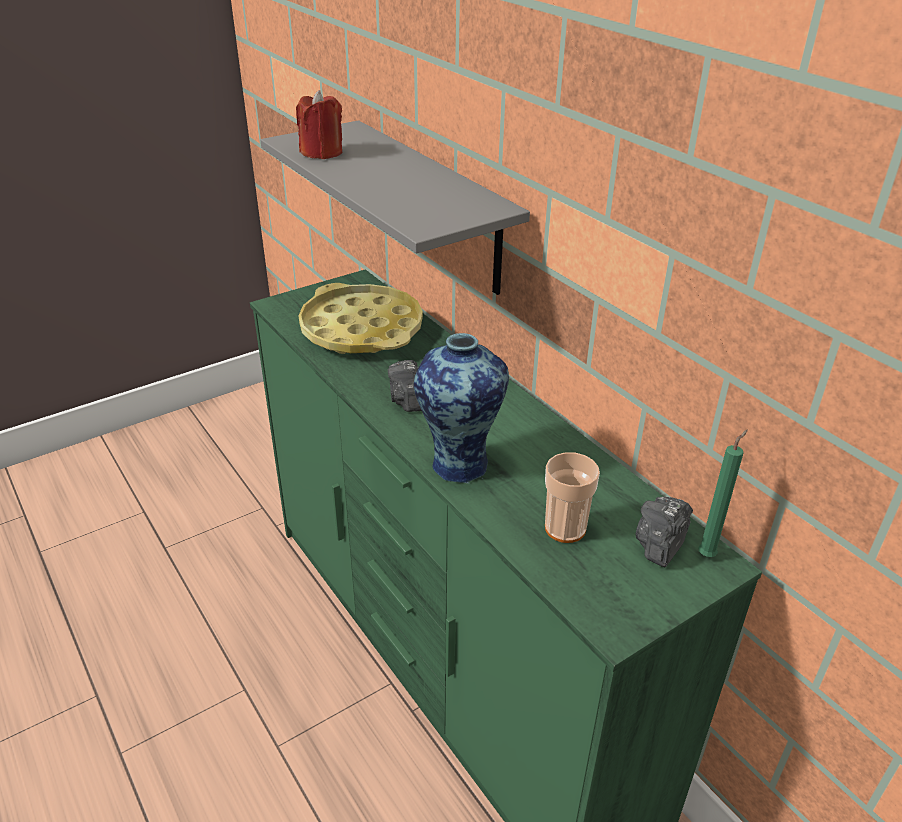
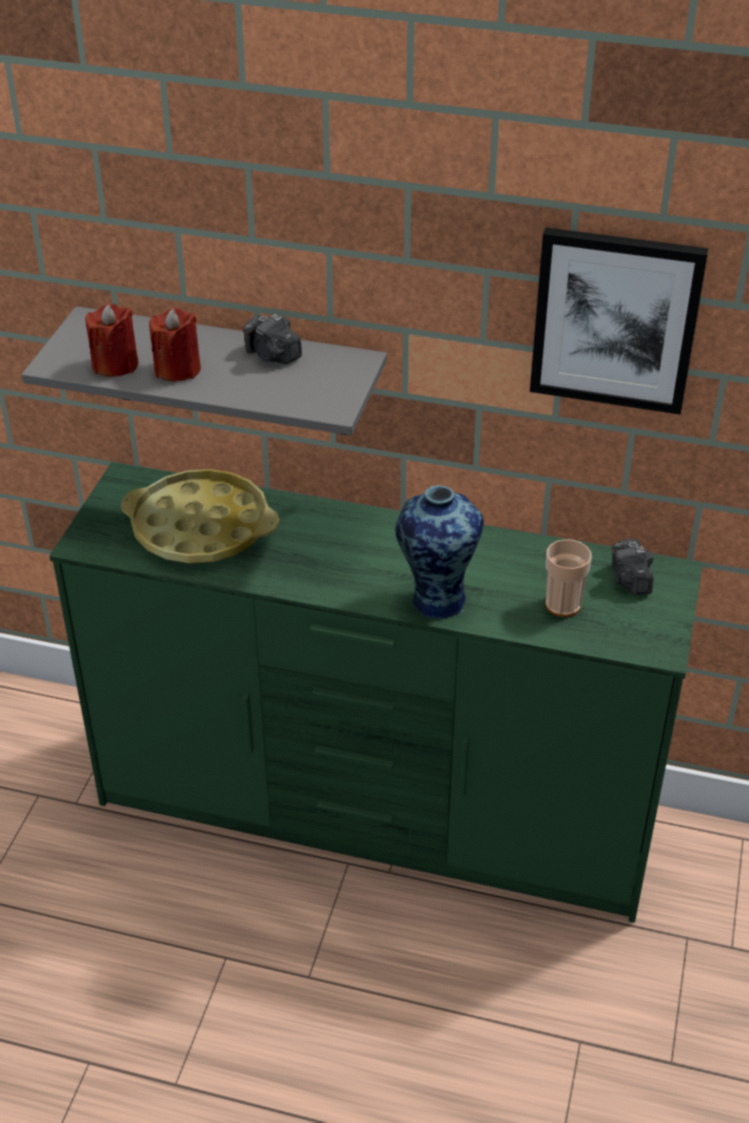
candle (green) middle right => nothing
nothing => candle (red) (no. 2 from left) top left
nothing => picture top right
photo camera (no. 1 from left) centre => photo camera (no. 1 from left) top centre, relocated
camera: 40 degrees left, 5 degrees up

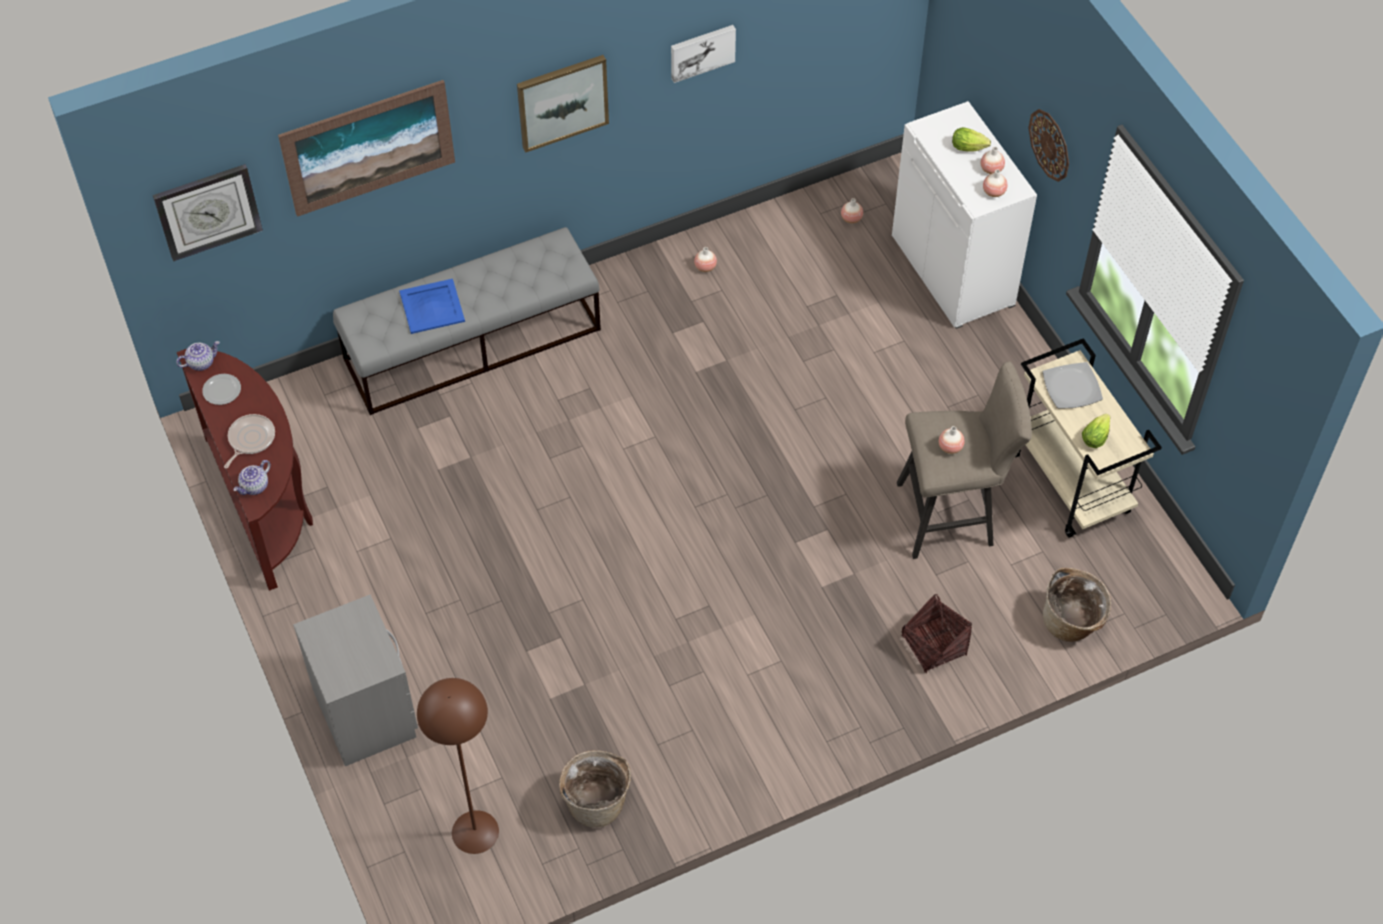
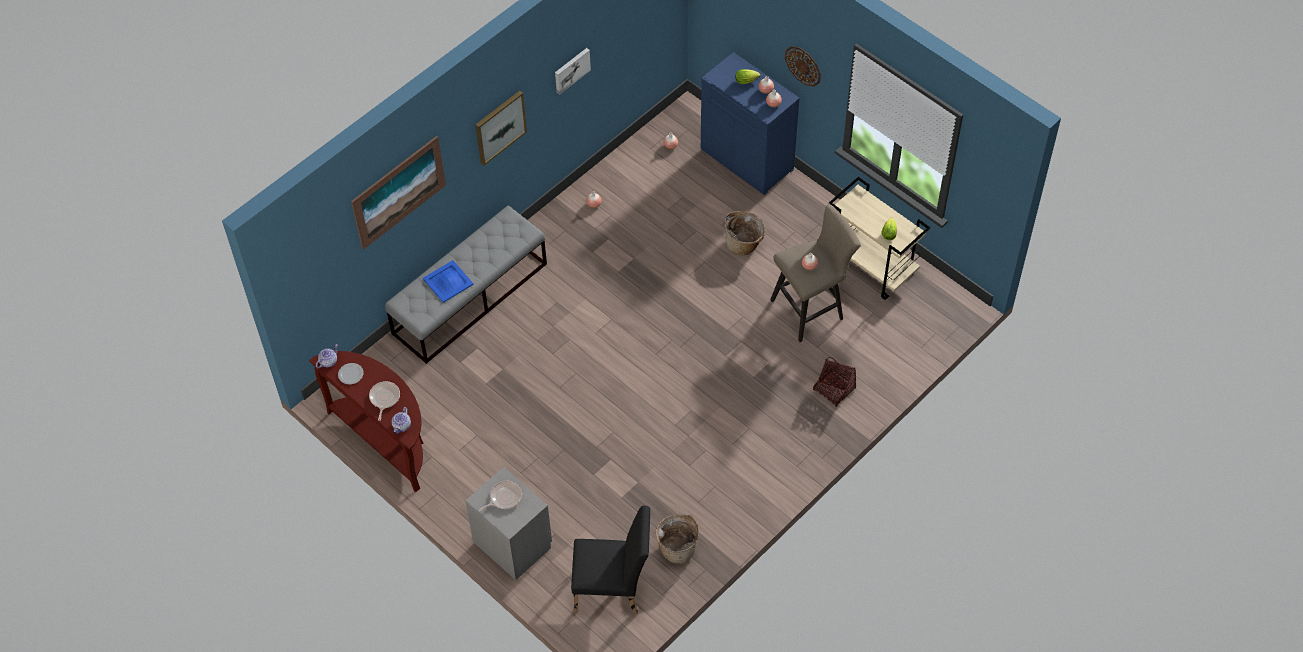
wall clock (no. 1 from left) top left => nothing
plate (no. 2 from left) middle right => nothing
nothing => frying pan (no. 2 from left) bottom centre
basket (no. 3 from left in the first image) middle right => basket (no. 2 from left) centre, relocated
floor lamp (brown) bottom left => chair (black) bottom centre
cabinet (white) top right => cabinet (blue) top centre
camera: 20 degrees left, 0 degrees up

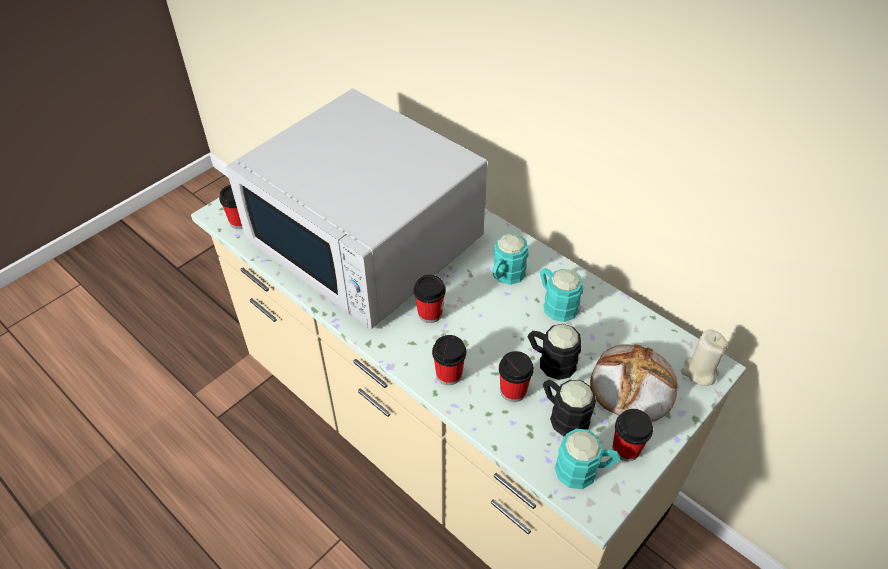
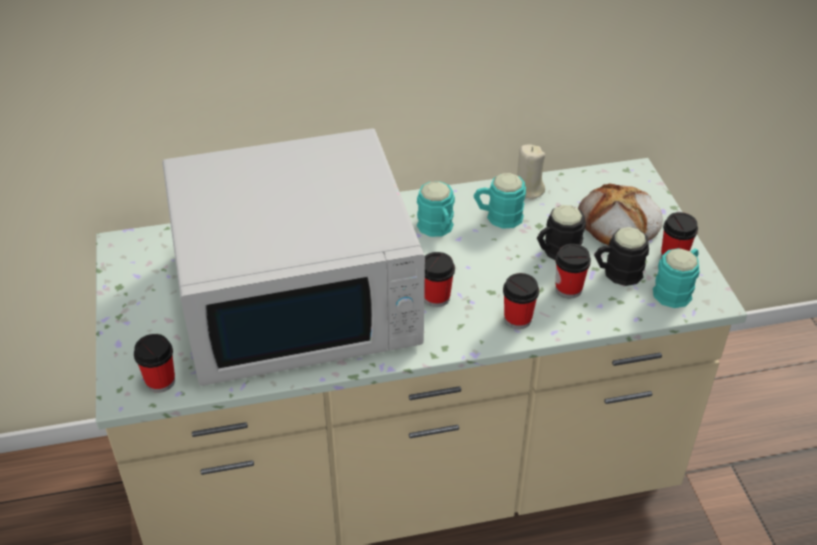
candle (beige) middle right => candle (beige) top centre, relocated
camera: 55 degrees left, 5 degrees down

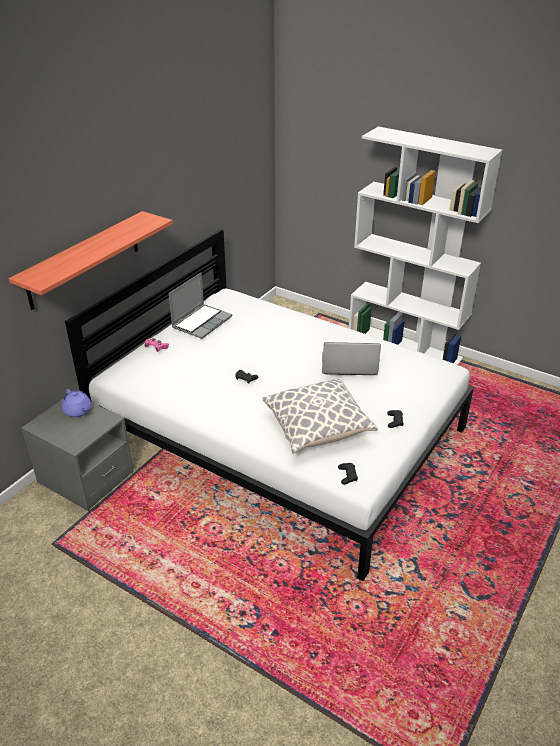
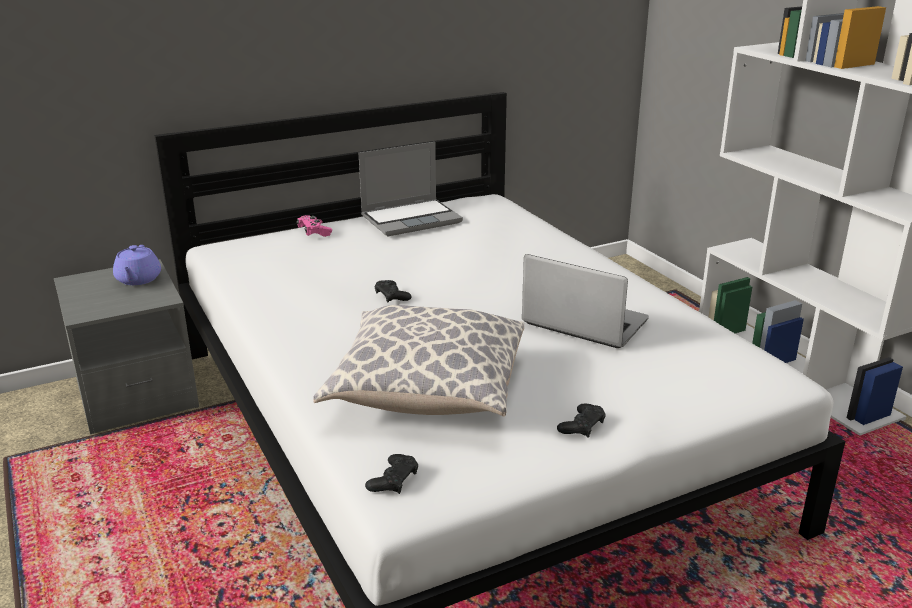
shelf middle left => nothing
camera: 30 degrees right, 10 degrees down

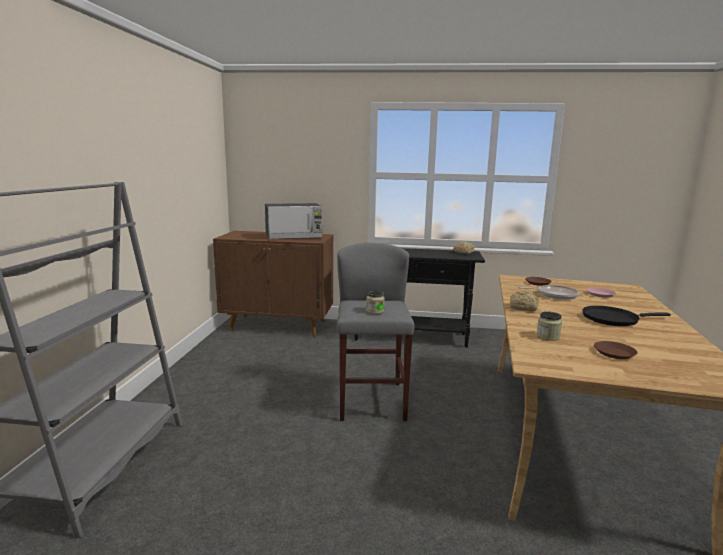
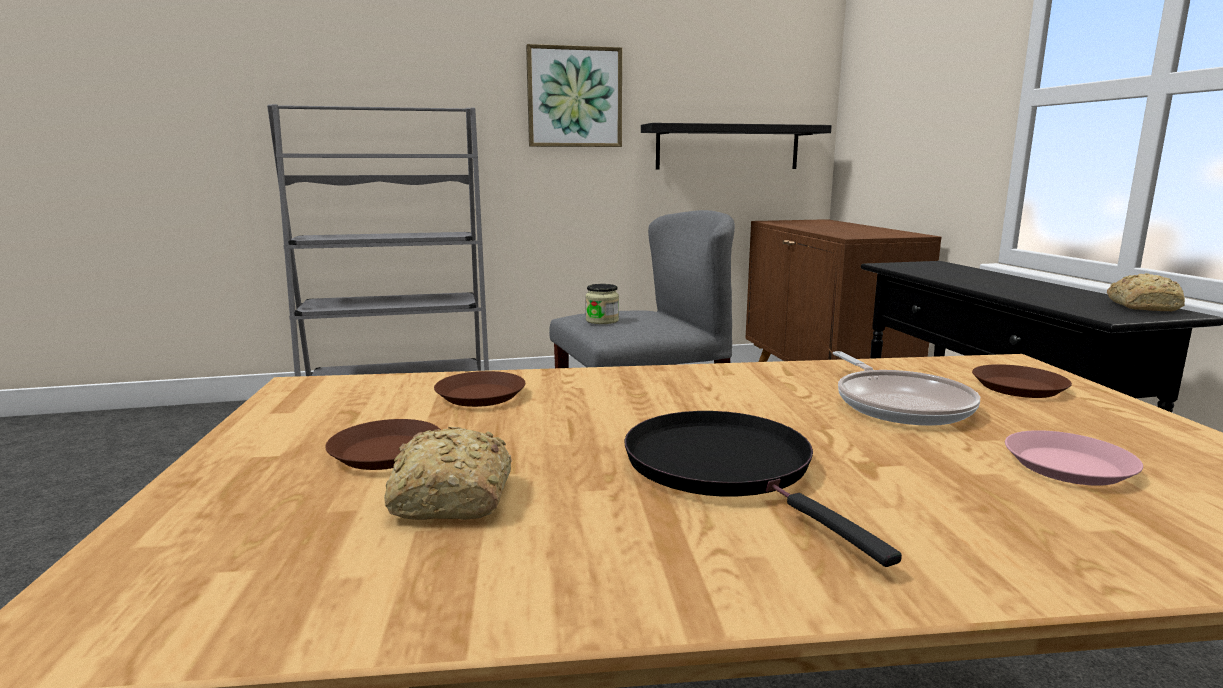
microwave centre => nothing
nothing => picture top centre
nothing => shelf (black) top centre
bread (no. 2 from left in the first image) middle right => bread (no. 1 from left) bottom centre, relocated
jar (no. 2 from left) middle right => plate (brown) (no. 2 from left) centre
camera: 70 degrees right, 0 degrees up

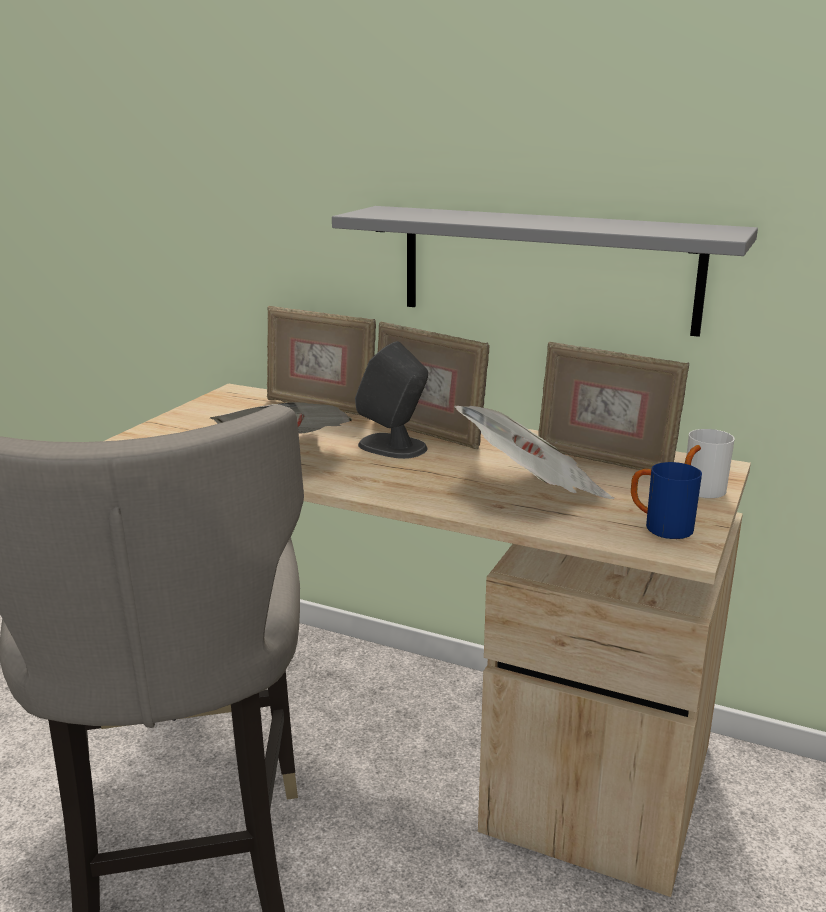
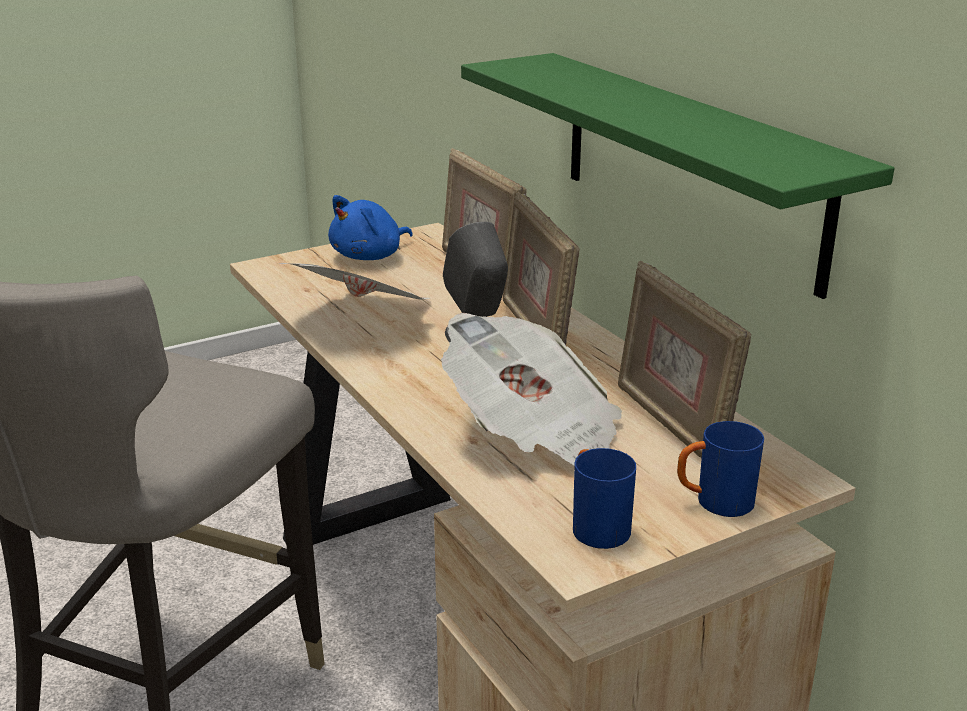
nothing => plush toy (blue) top centre
shelf (grey) top centre => shelf (green) top right
mug (white) middle right => mug (blue) (no. 2 from left) middle right
camera: 35 degrees right, 5 degrees up

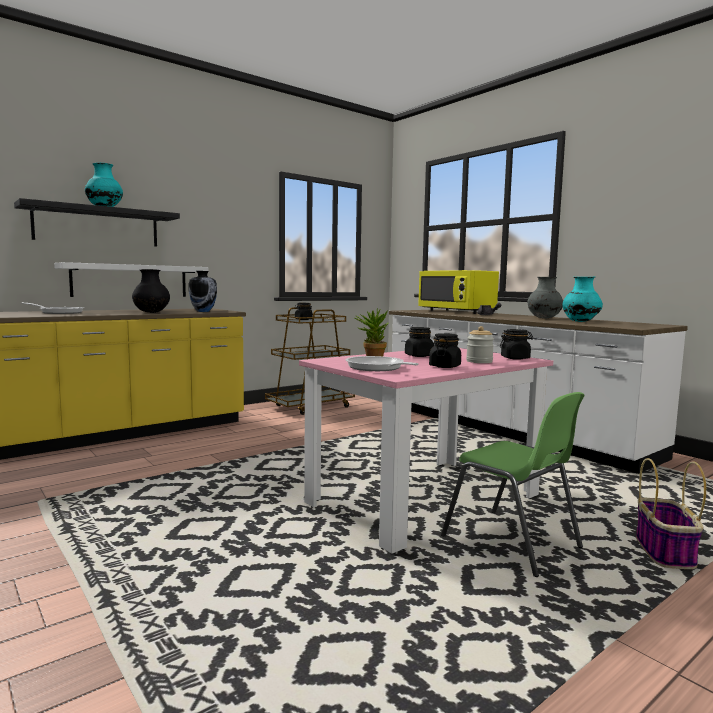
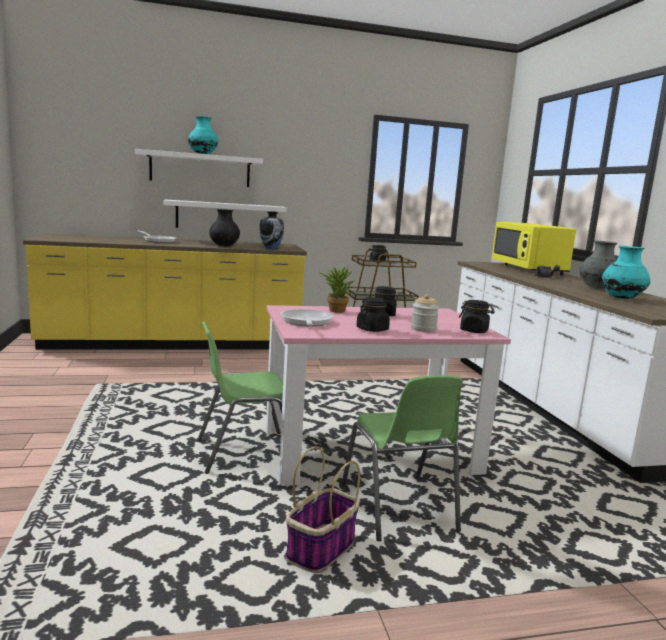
nothing => chair (green) (no. 1 from left) centre
basket bottom right => basket bottom centre, relocated
shelf (black) top left => shelf (white) (no. 1 from left) top left
camera: 25 degrees right, 5 degrees up

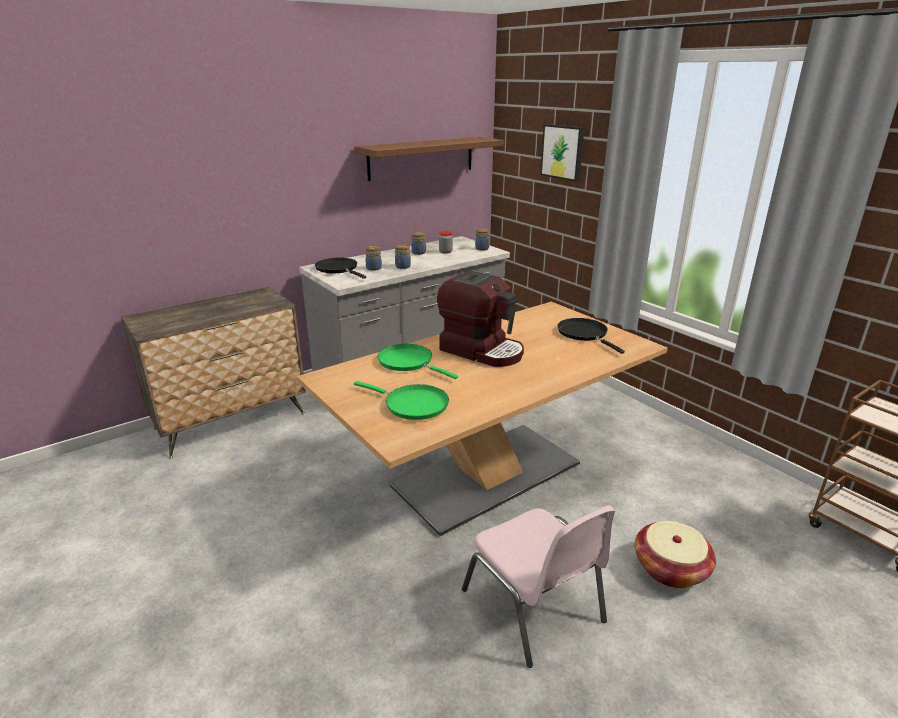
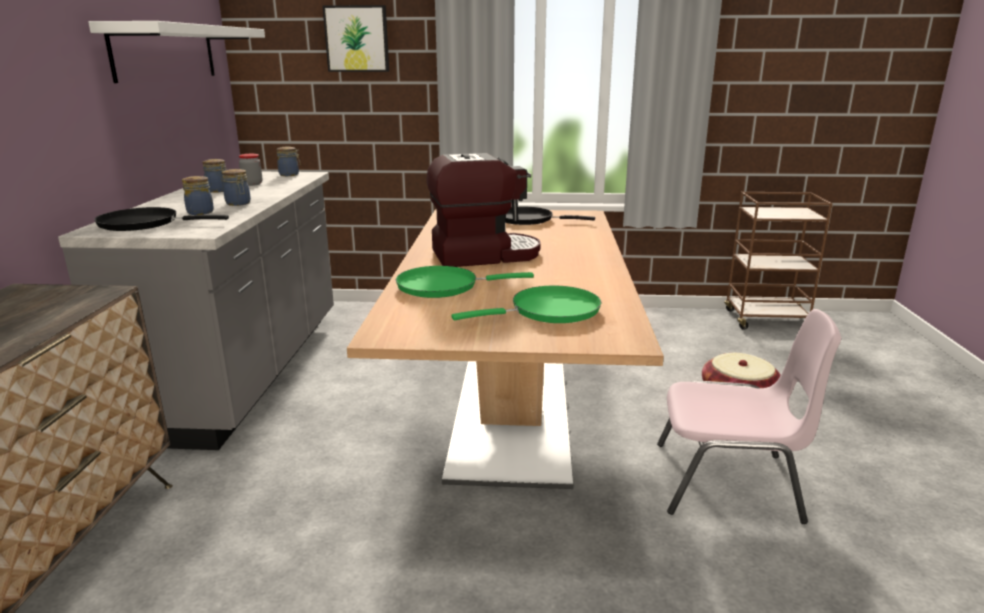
shelf (brown) top centre => shelf (white) top left
camera: 50 degrees left, 5 degrees down

